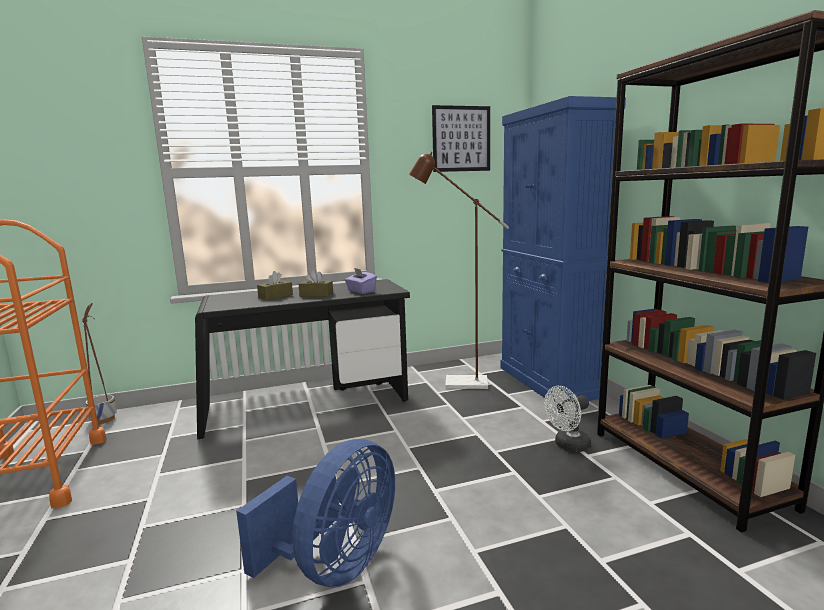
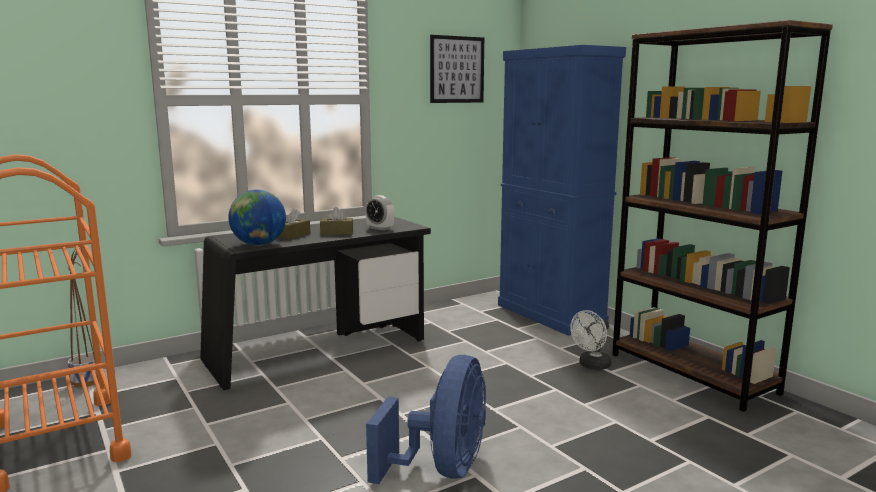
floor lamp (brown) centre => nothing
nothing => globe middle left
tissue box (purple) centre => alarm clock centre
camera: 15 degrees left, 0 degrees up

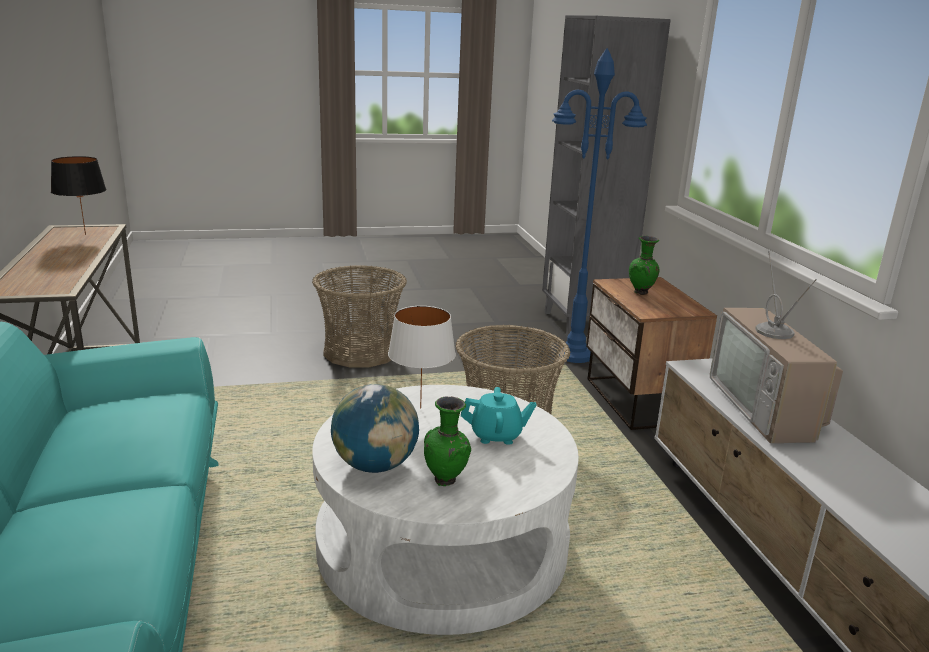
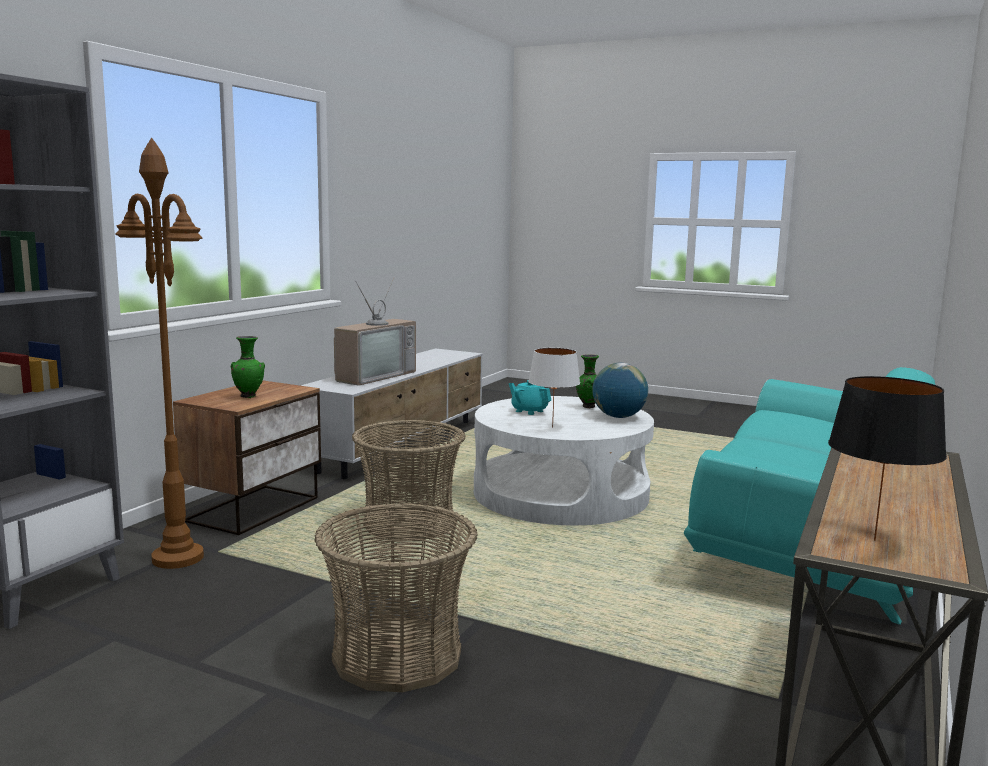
floor lamp (blue) top centre => floor lamp (brown) middle left
camera: 140 degrees left, 10 degrees down

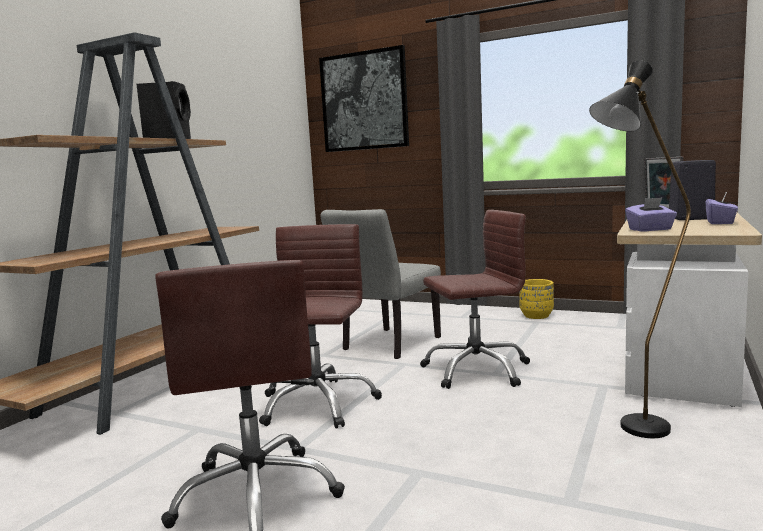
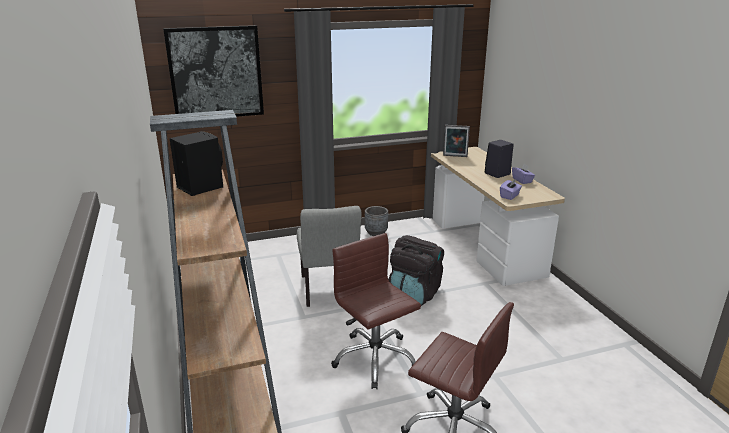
floor lamp (black) middle right => nothing
office chair (brown) (no. 3 from left) centre => backpack (black) centre
planter (yellow) middle right => planter (grey) centre
camera: 45 degrees left, 15 degrees up

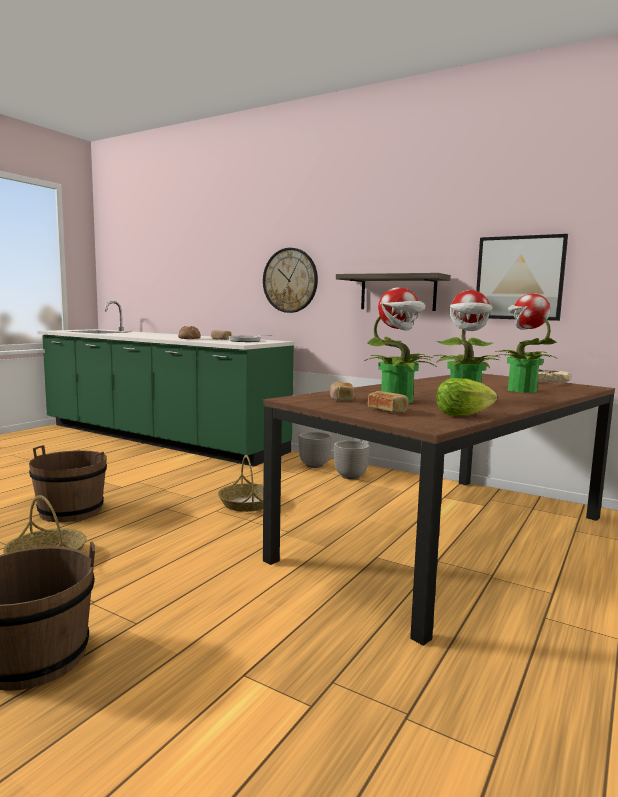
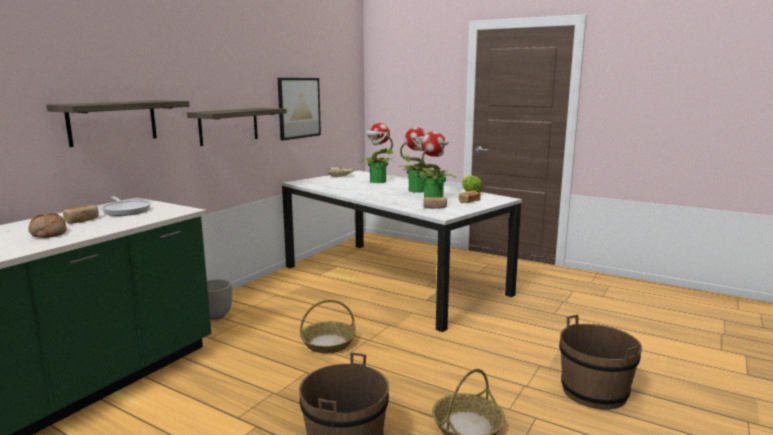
planter (no. 2 from left) centre => nothing
wall clock centre => shelf (no. 1 from left) top left
dining table (brown) middle right => dining table (white) centre
camera: 90 degrees left, 5 degrees up

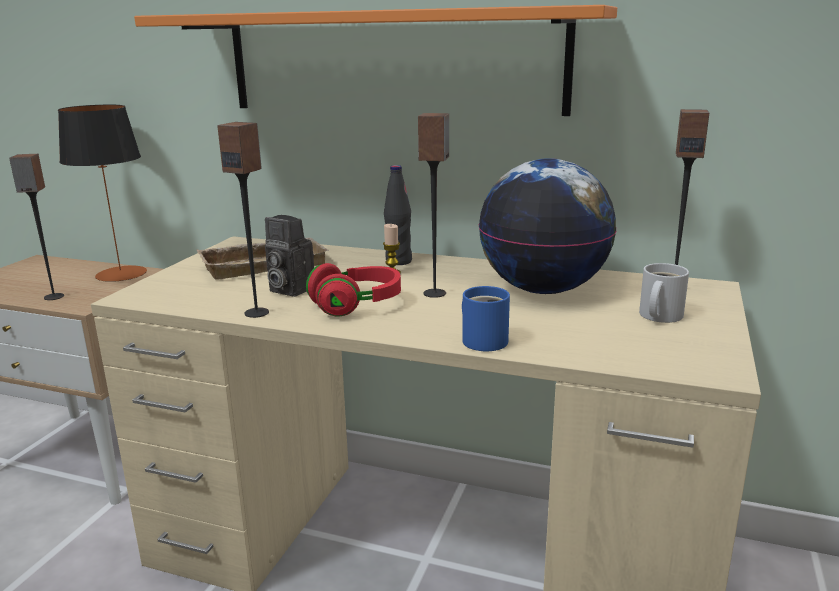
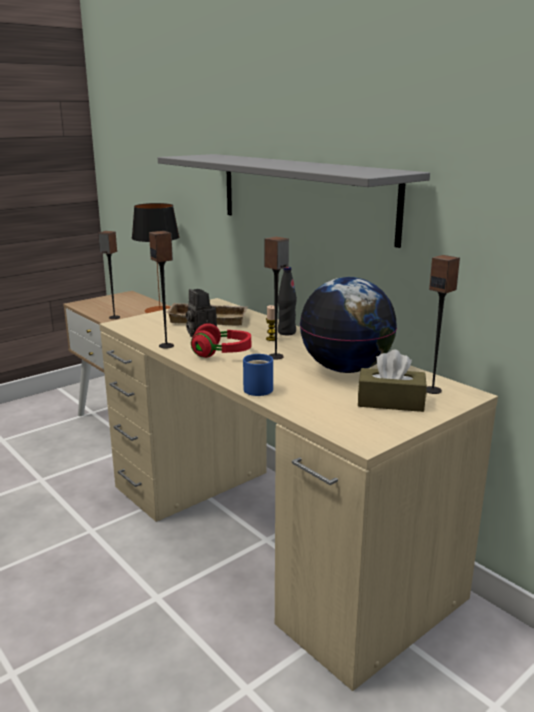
mug (white) middle right => tissue box (brown) middle right
shelf (orange) top centre => shelf (grey) top centre
camera: 30 degrees right, 0 degrees up

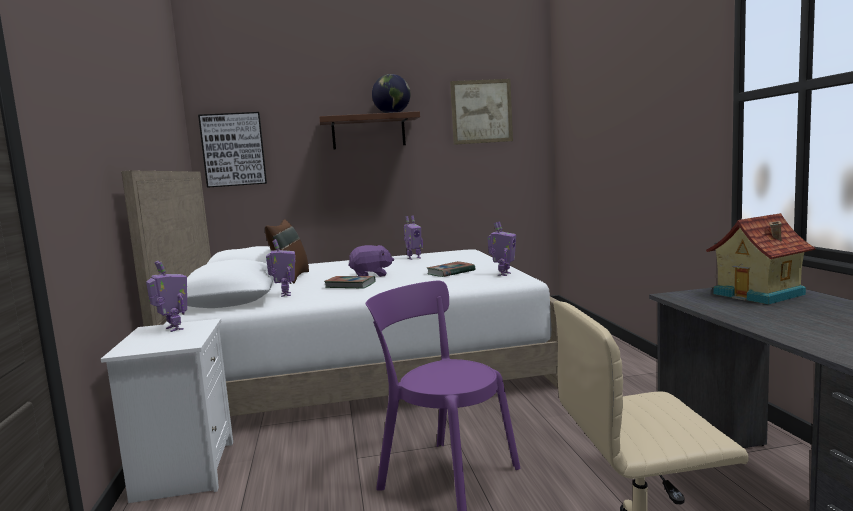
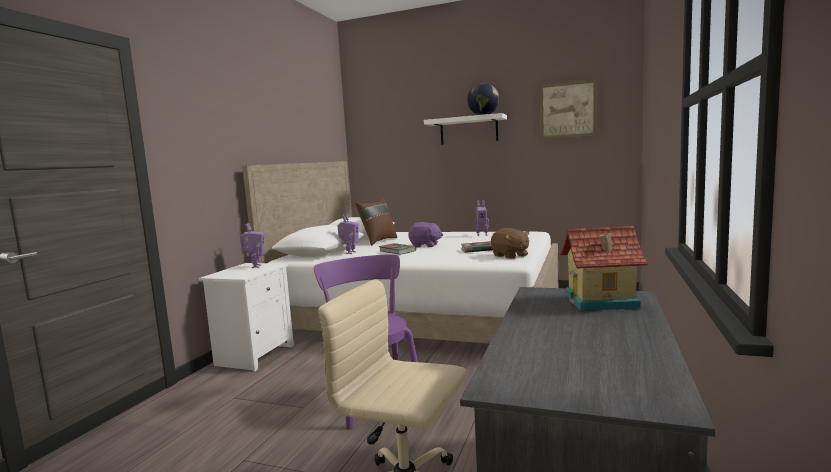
picture (no. 1 from left) top left => nothing
toy robot (no. 4 from left) centre => plush toy (brown) centre
shelf (brown) top centre => shelf (white) top centre
camera: 30 degrees right, 0 degrees up

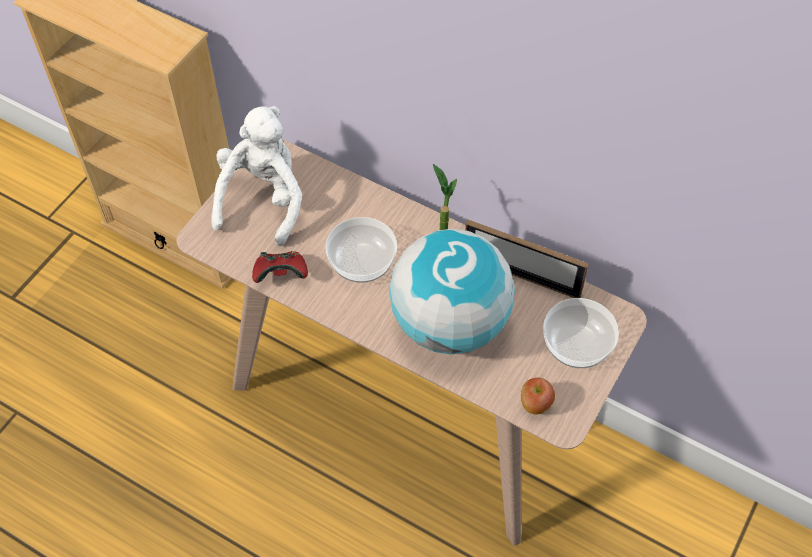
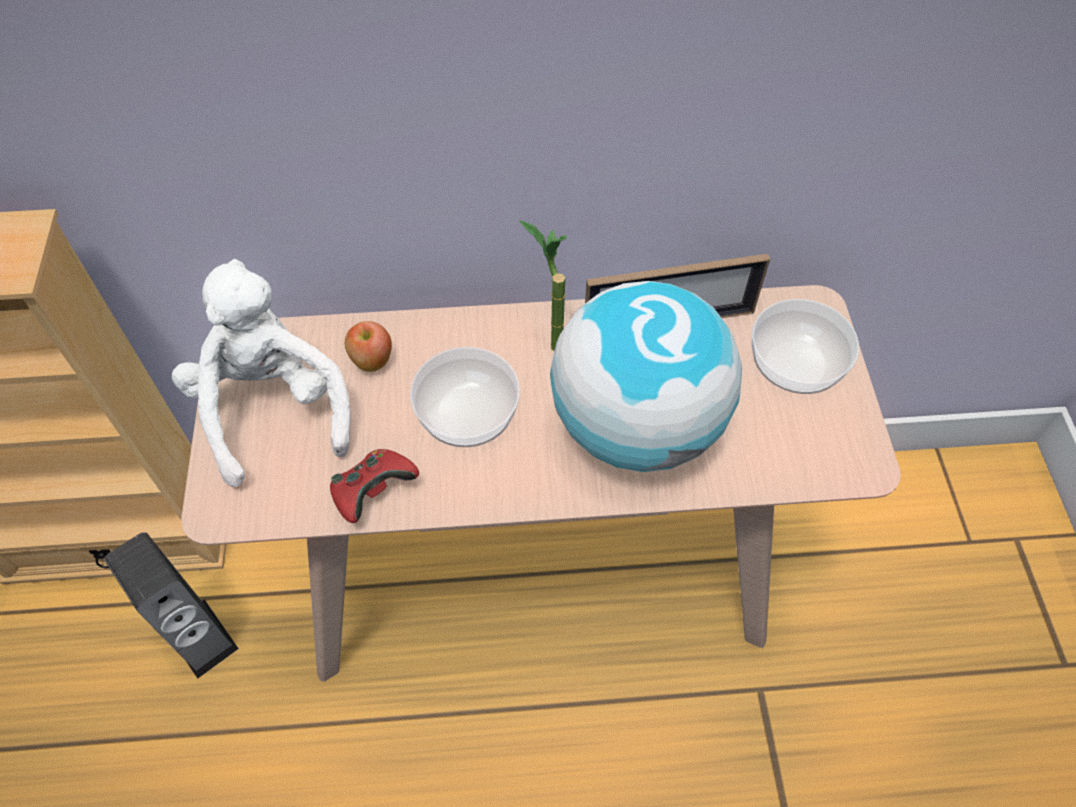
nothing => speaker bottom left
apple bottom centre => apple centre, relocated
camera: 35 degrees left, 0 degrees up

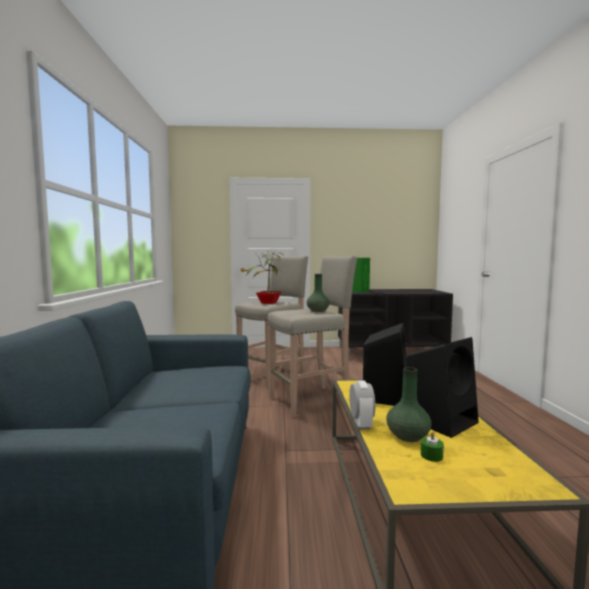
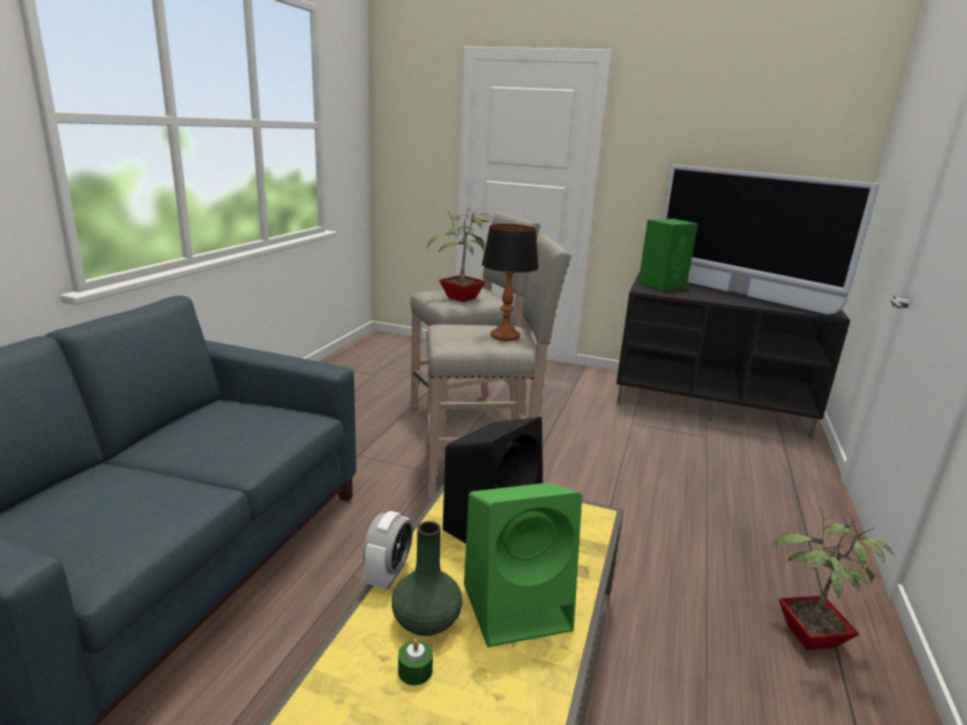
nothing => television top right
nothing => potted plant (no. 2 from left) bottom right
vase (green) (no. 1 from left) centre => table lamp centre
speaker (black) (no. 2 from left) middle right => speaker (green) (no. 1 from left) bottom centre
camera: 20 degrees right, 15 degrees up

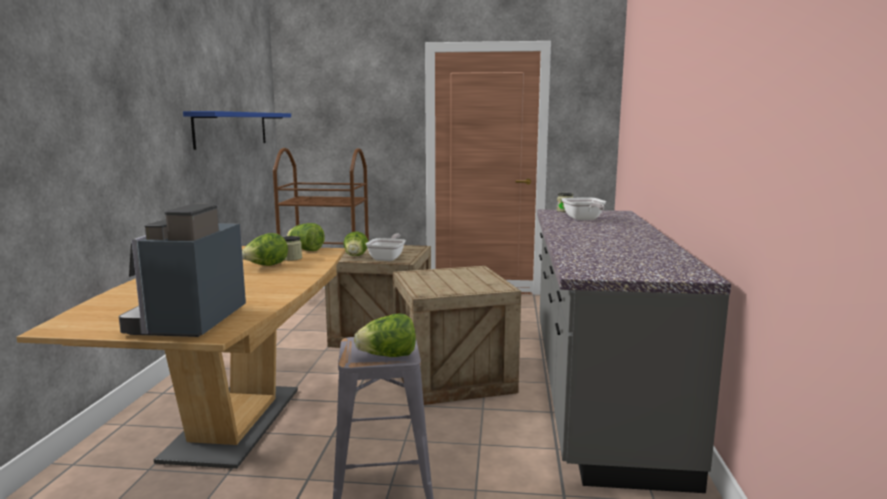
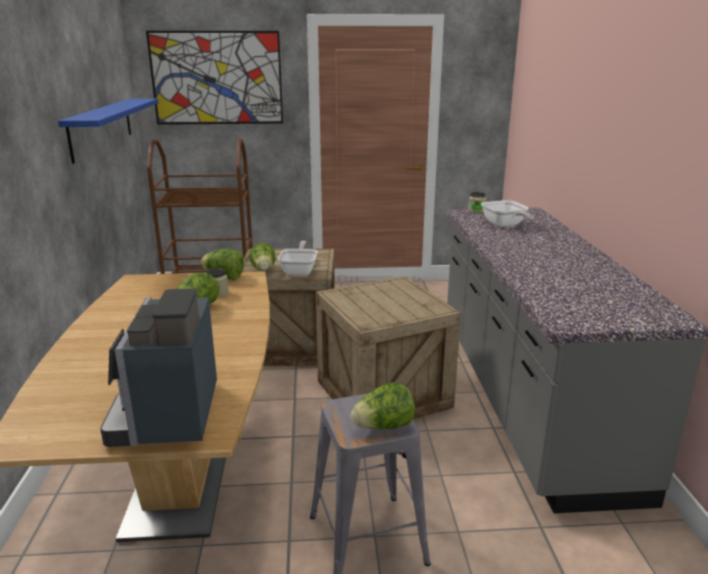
nothing => picture top left
camera: 10 degrees left, 10 degrees up

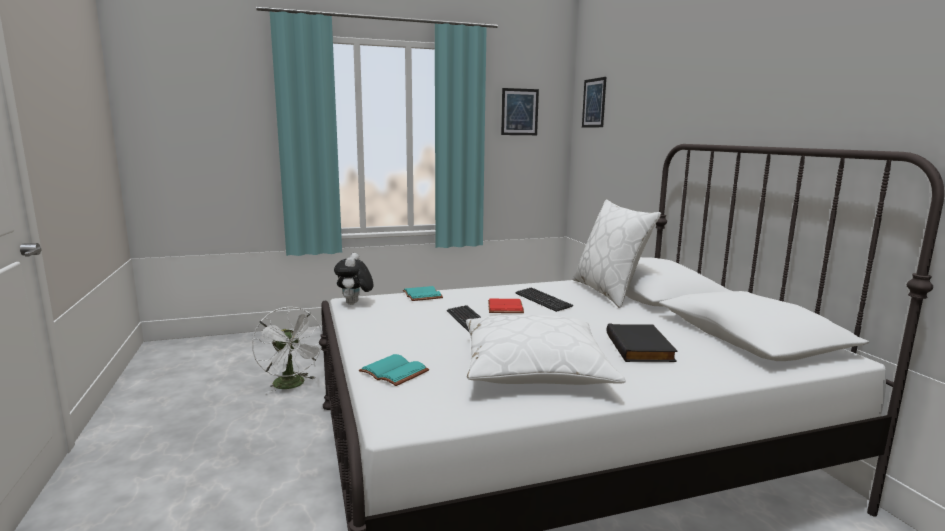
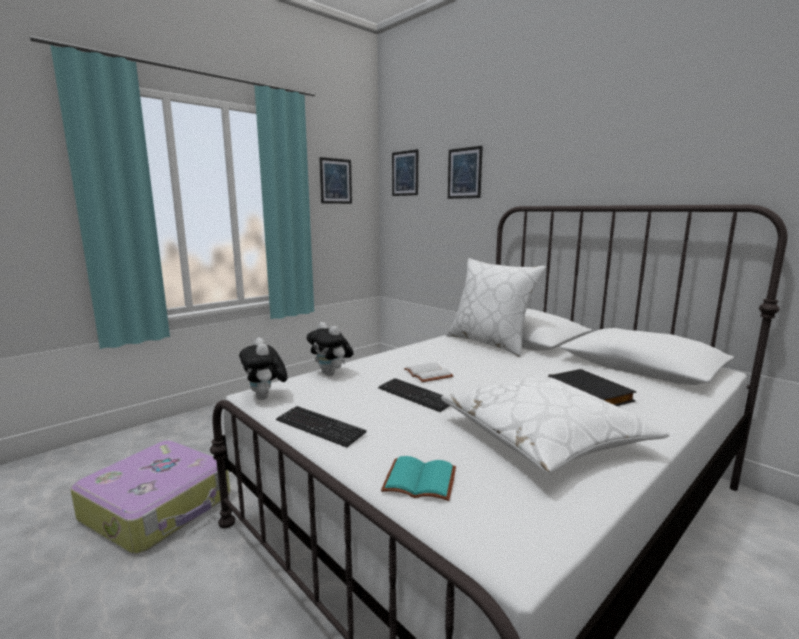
nothing => picture (no. 3 from left) top centre
keyboard (no. 2 from left in the first image) centre => keyboard (no. 1 from left) bottom centre, relocated
fan (white) middle left => suitcase bottom left
book (turquoise) (no. 2 from left) centre => plush toy (no. 2 from left) centre
book (red) centre => book (white) centre
camera: 25 degrees left, 0 degrees up

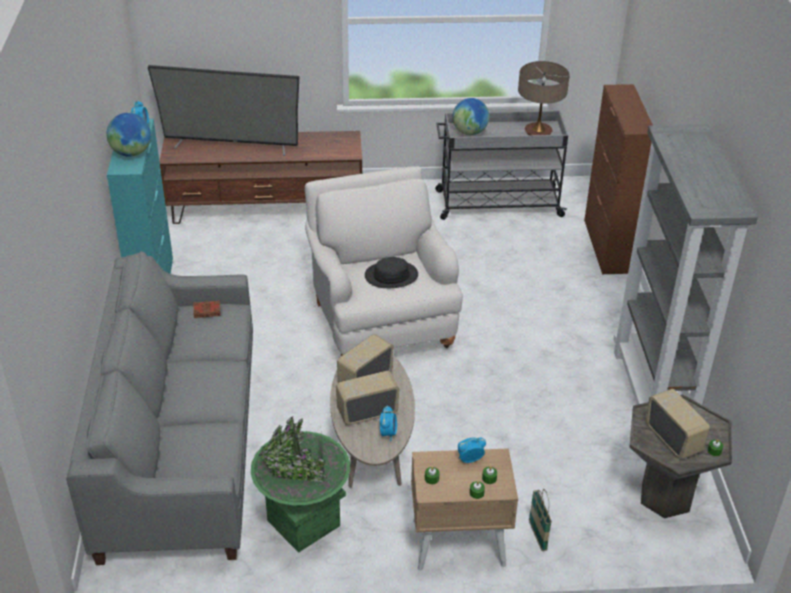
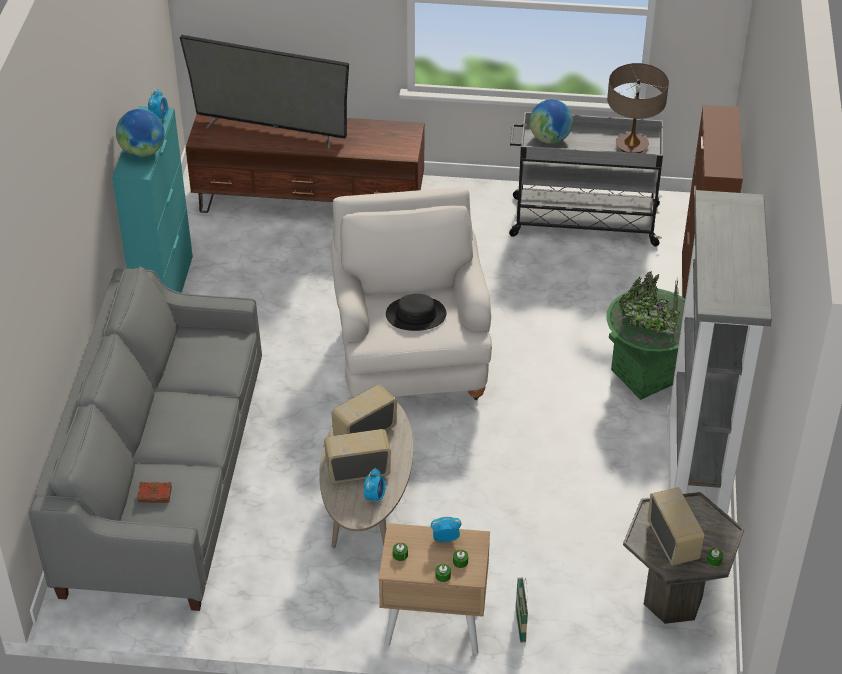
book (brown) middle left => book (brown) bottom left, relocated
planter (green) bottom centre => planter (green) middle right, relocated
camera: 10 degrees right, 5 degrees up

